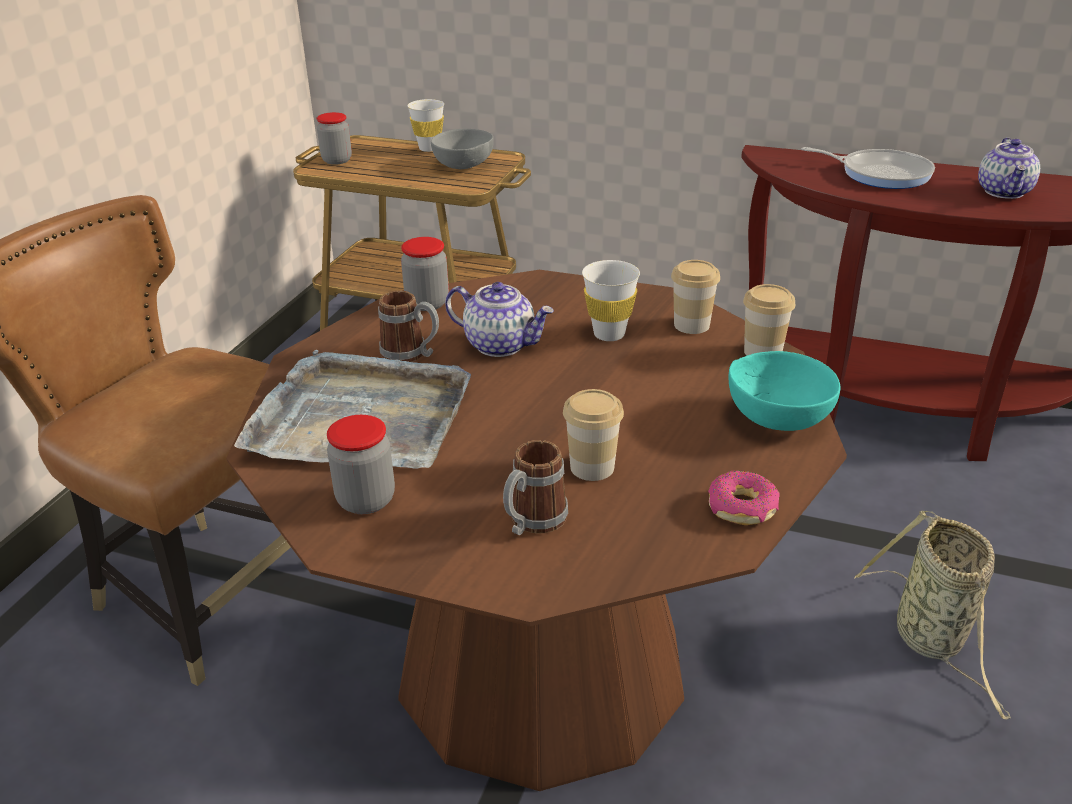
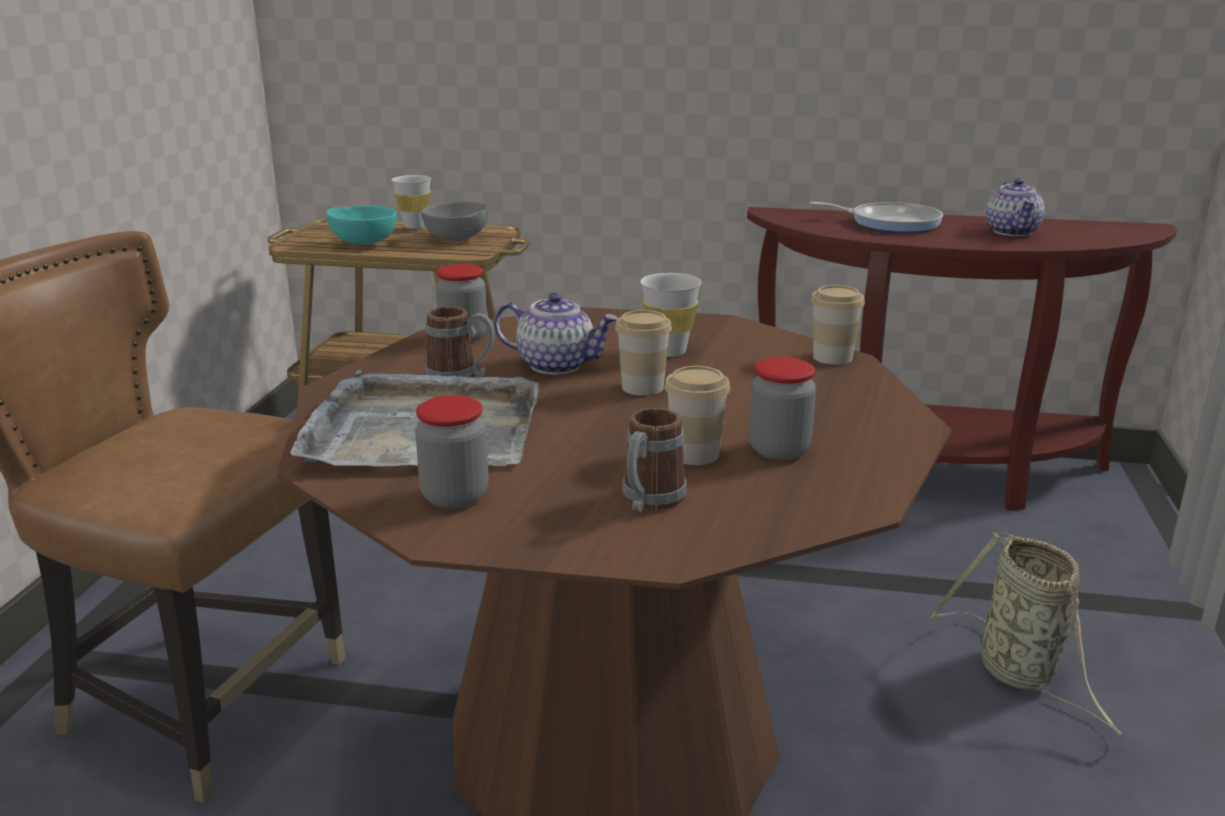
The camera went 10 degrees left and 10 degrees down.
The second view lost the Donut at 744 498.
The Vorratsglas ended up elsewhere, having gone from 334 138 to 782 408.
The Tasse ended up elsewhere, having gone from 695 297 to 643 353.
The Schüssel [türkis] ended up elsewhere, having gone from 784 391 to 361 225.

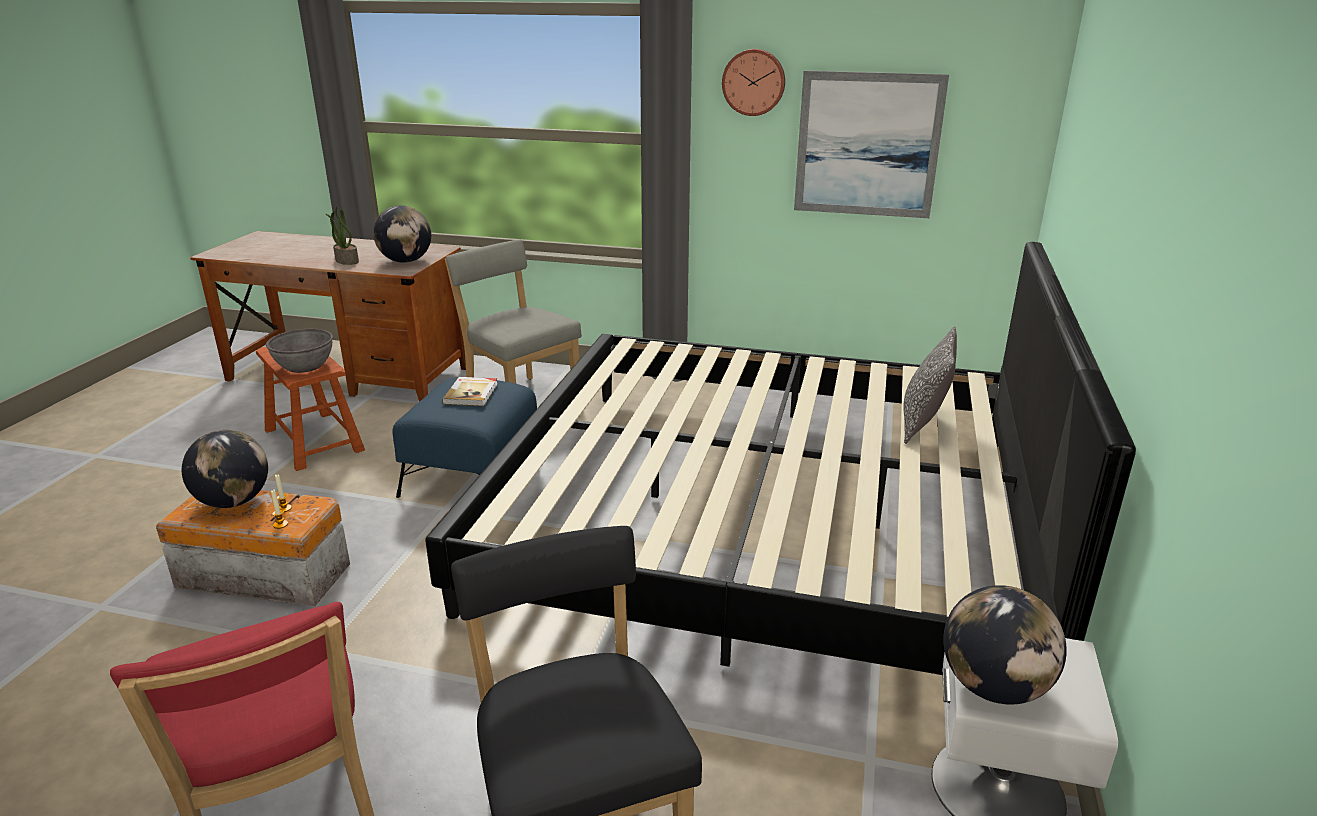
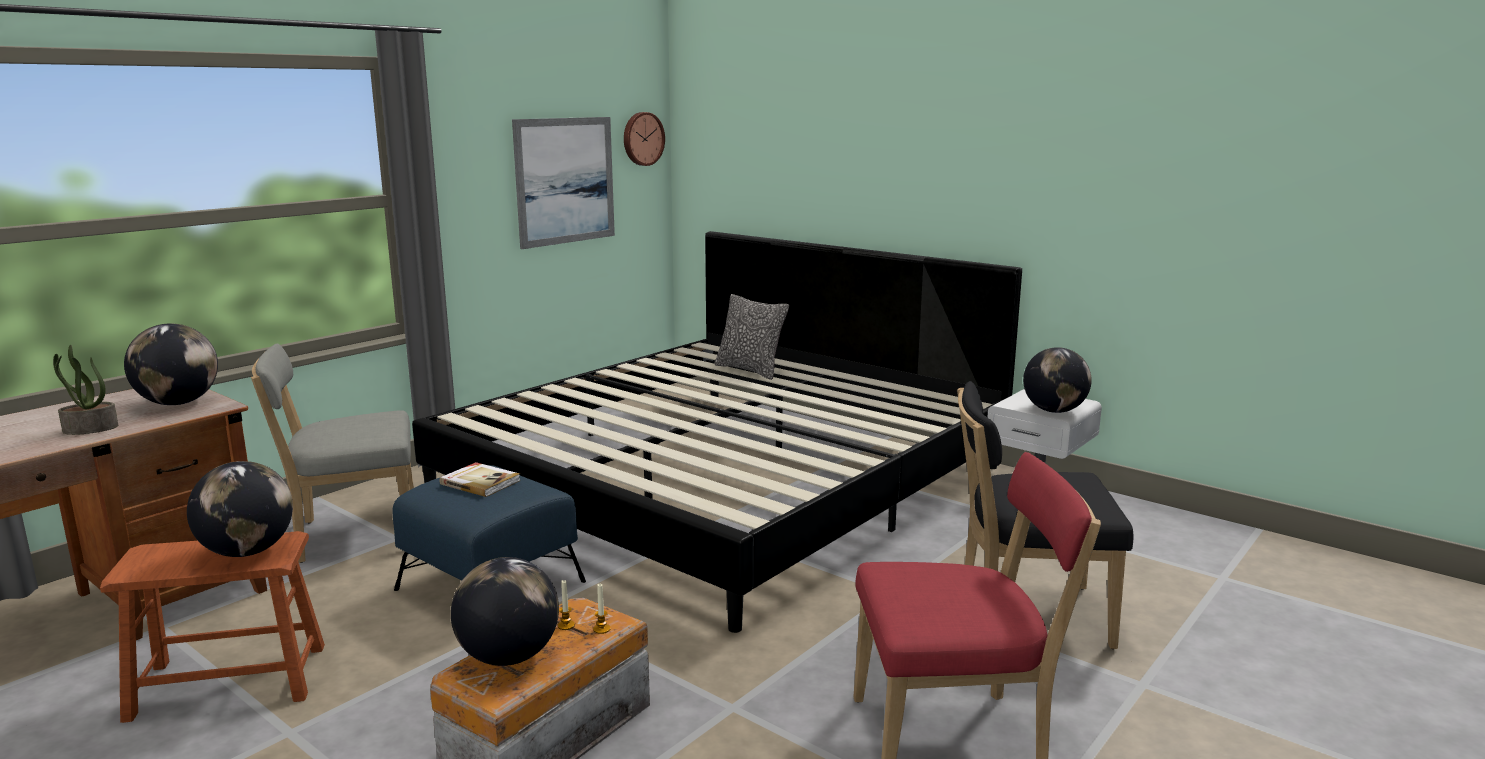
The camera went 65 degrees left and 10 degrees down.
The Wanduhr ended up elsewhere, having gone from 753 82 to 644 139.
Where the Schüssel [grau] stood at 299 351, the Globus came to stand at 240 509.

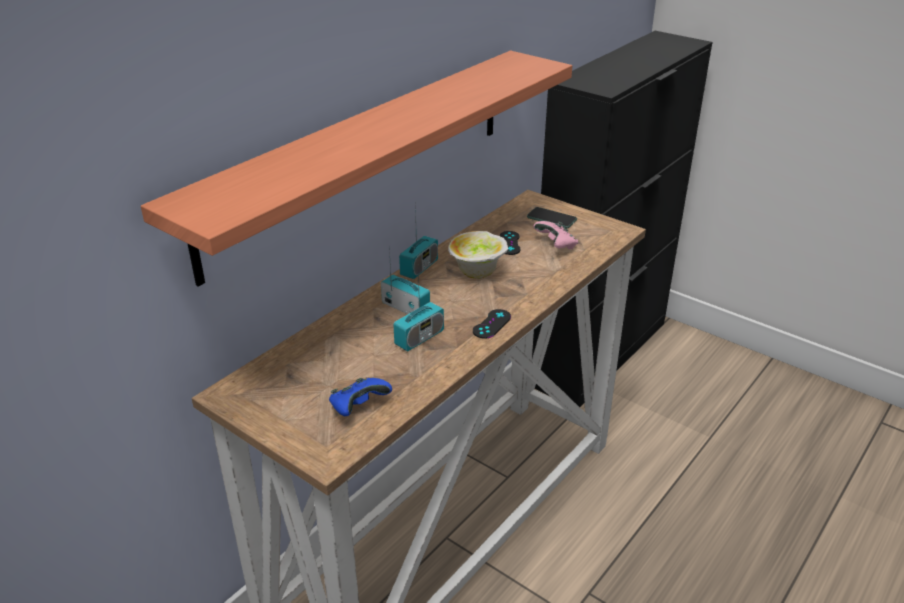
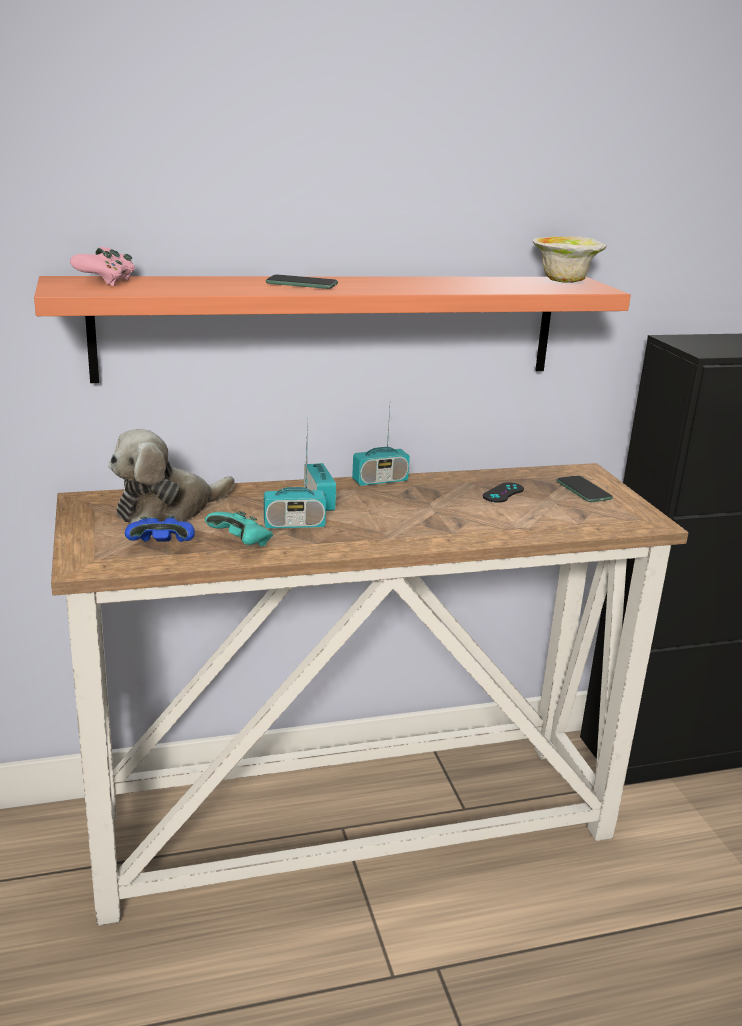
The camera went 35 degrees right and 10 degrees down.
The second view lost the Gamepad [schwarz] at 492 324.
The second view gained the Plüschtier at 171 476.
The second view gained the Gamepad [türkis] at 239 529.
The second view gained the Handy at 302 282.
The Schüssel ended up elsewhere, having gone from 478 255 to 570 260.
The Gamepad [rosa] ended up elsewhere, having gone from 556 235 to 102 266.

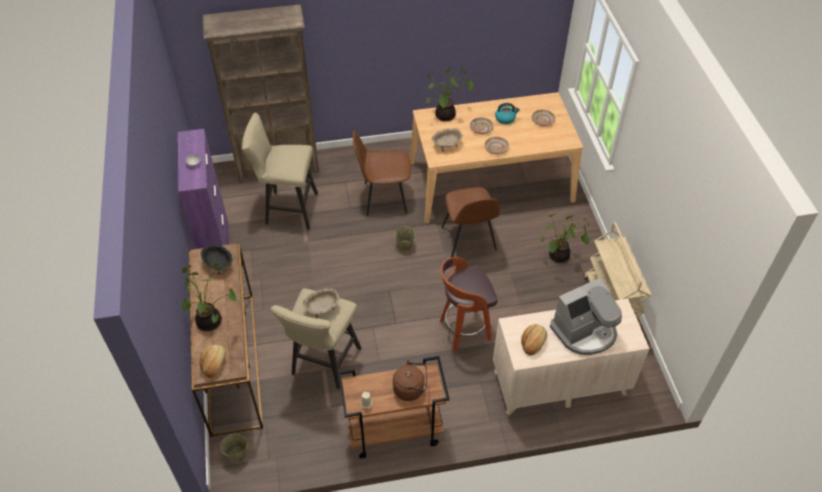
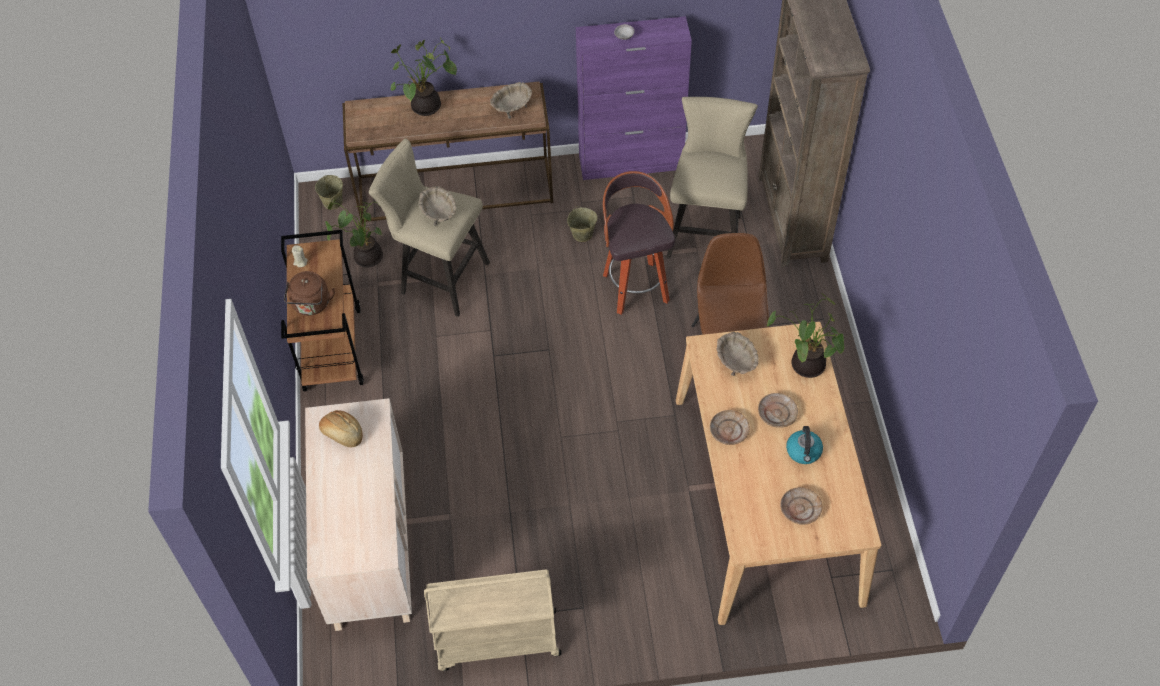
The camera went 95 degrees right and 5 degrees up.
The second view lost the Brot at 213 361.
The second view lost the Stuhl [braun] at 470 222.
The second view lost the Kaffeemaschine at 586 316.
The Eimer [beige] ended up elsewhere, having gone from 405 238 to 582 224.
The Hocker ended up elsewhere, having gone from 469 304 to 639 243.
The Topfpflanze ended up elsewhere, having gone from 565 238 to 354 232.
What was the Schüssel [schwarz] at 217 259 turned into the Schüssel [beige] at 511 100.

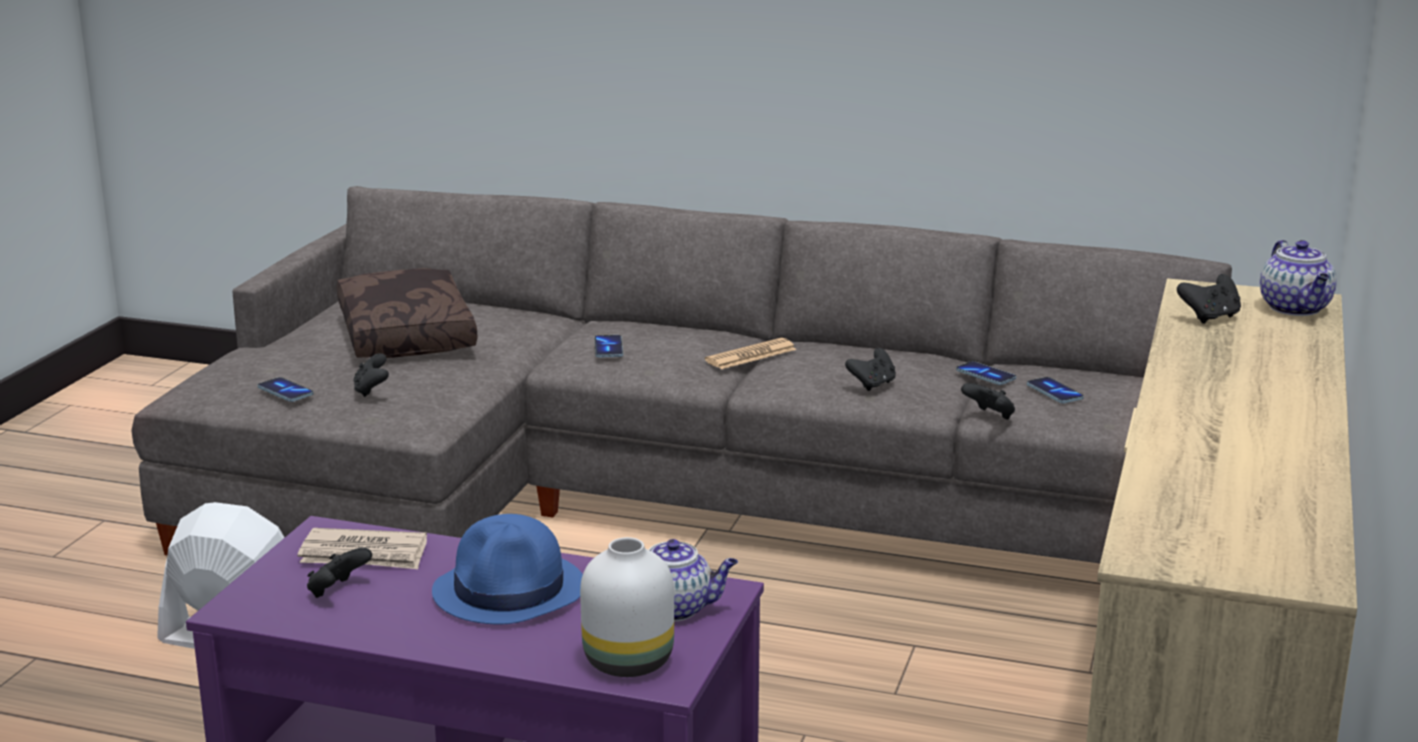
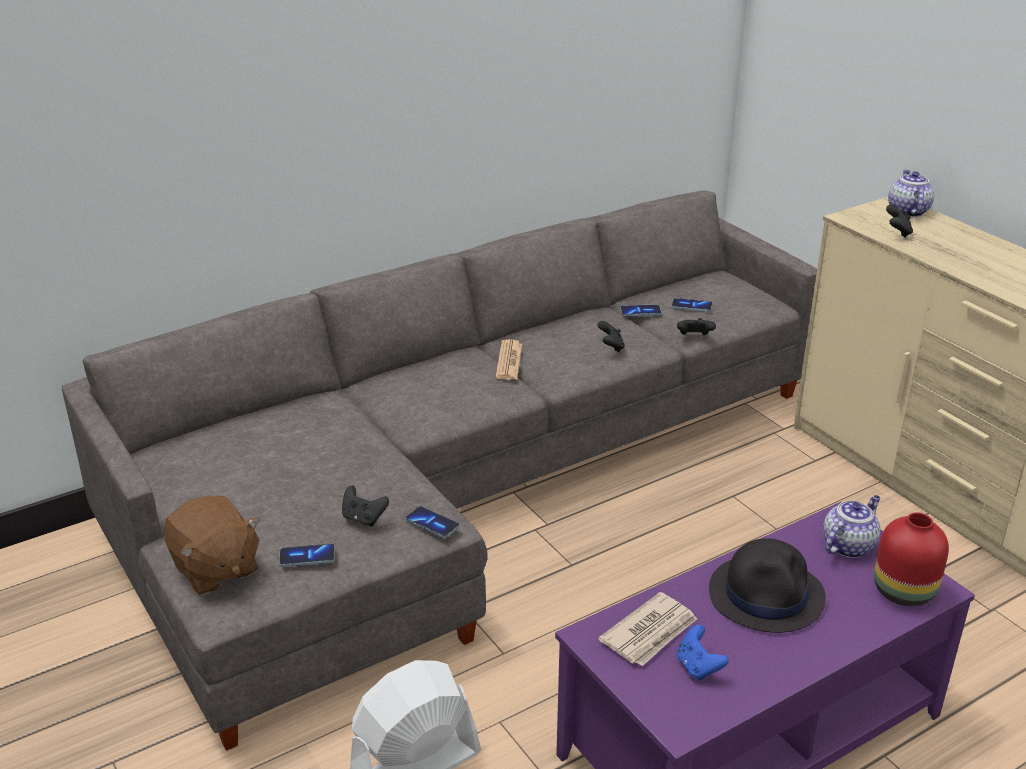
The camera went 50 degrees left and 10 degrees up.
The second view lost the Kissen [braun] at 407 313.
The second view gained the Plüschtier [braun] at 212 545.
The Handy ended up elsewhere, having gone from 609 346 to 432 522.
What was the Gamepad [schwarz] at 339 572 turned into the Gamepad [blau] at 703 653.
What was the Hut [blau] at 507 569 turned into the Hut [schwarz] at 767 585.
What was the Vase [weiß] at 627 607 turned into the Vase [rot] at 911 559.
The Teekanne at 1298 278 ended up facing another way, 120 degrees counterclockwise from before.

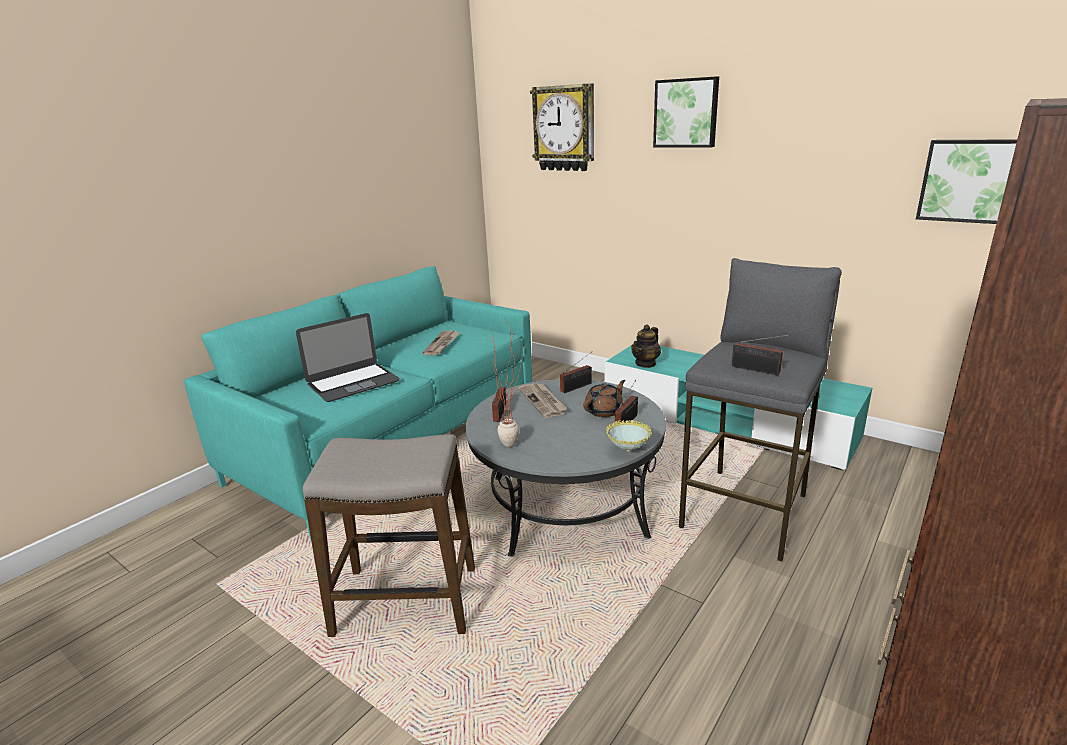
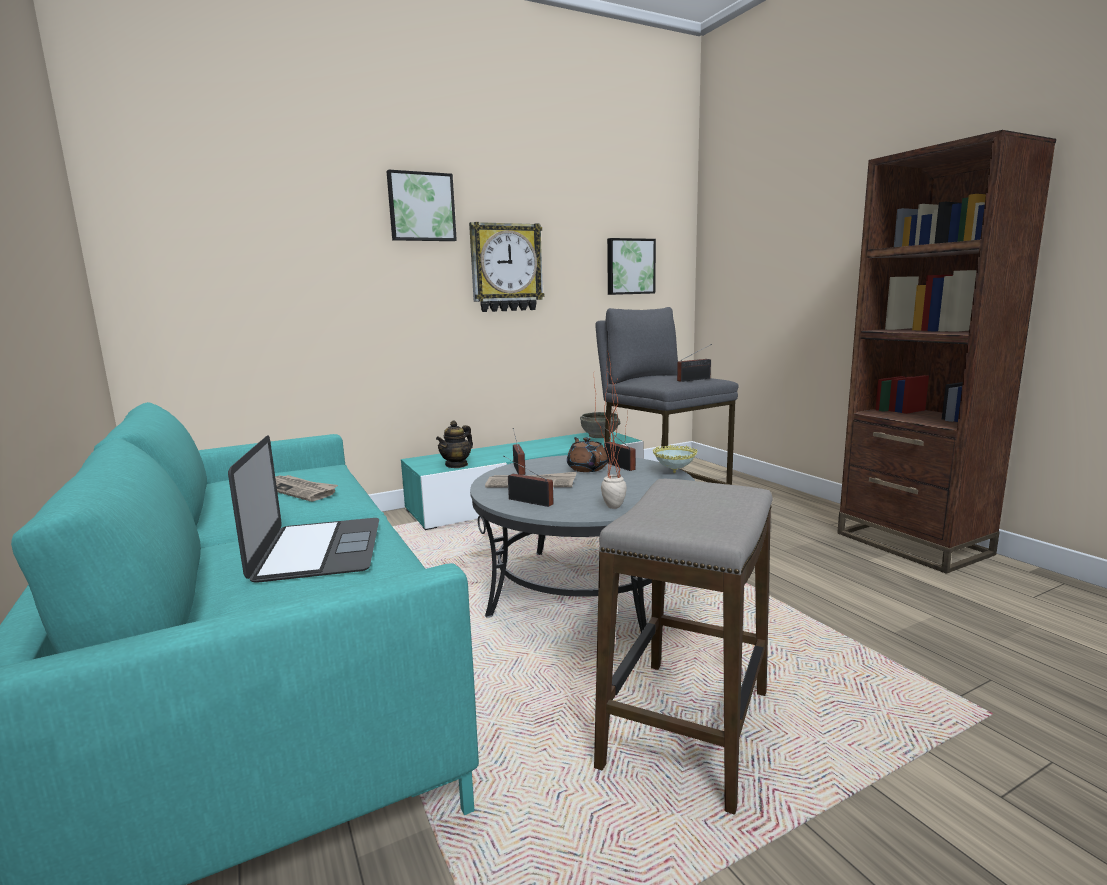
The camera went 65 degrees left and 10 degrees down.
The second view gained the Schüssel [grau] at 600 425.
The Wanduhr ended up elsewhere, having gone from 562 127 to 506 267.
The Teekanne at 646 346 ended up facing another way, 60 degrees clockwise from before.

